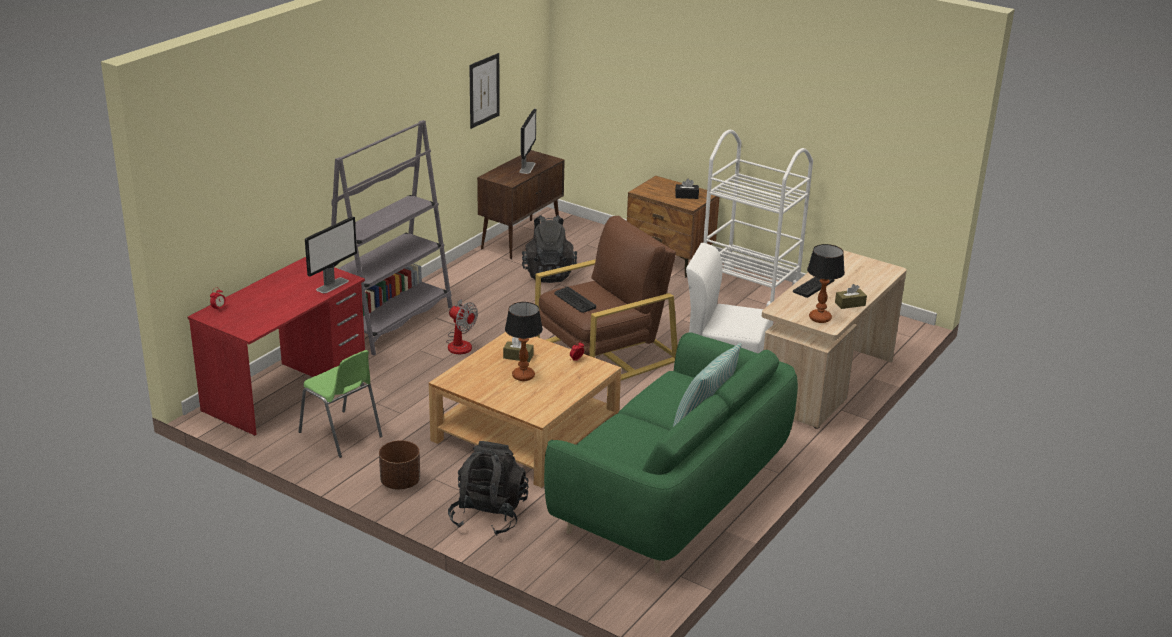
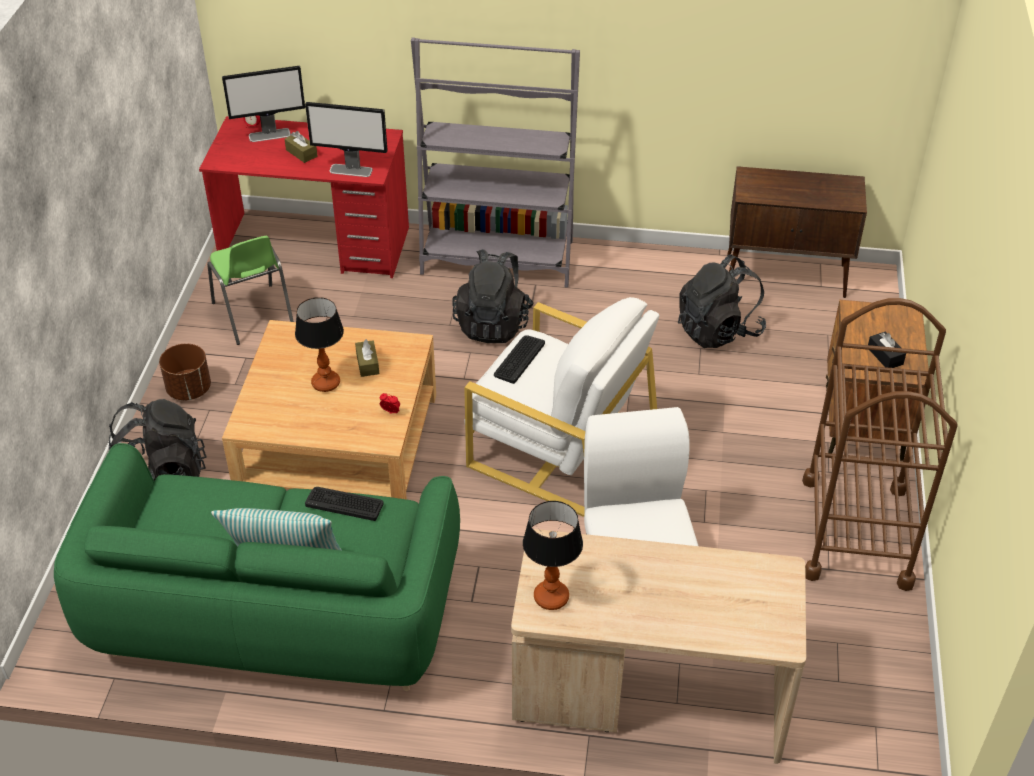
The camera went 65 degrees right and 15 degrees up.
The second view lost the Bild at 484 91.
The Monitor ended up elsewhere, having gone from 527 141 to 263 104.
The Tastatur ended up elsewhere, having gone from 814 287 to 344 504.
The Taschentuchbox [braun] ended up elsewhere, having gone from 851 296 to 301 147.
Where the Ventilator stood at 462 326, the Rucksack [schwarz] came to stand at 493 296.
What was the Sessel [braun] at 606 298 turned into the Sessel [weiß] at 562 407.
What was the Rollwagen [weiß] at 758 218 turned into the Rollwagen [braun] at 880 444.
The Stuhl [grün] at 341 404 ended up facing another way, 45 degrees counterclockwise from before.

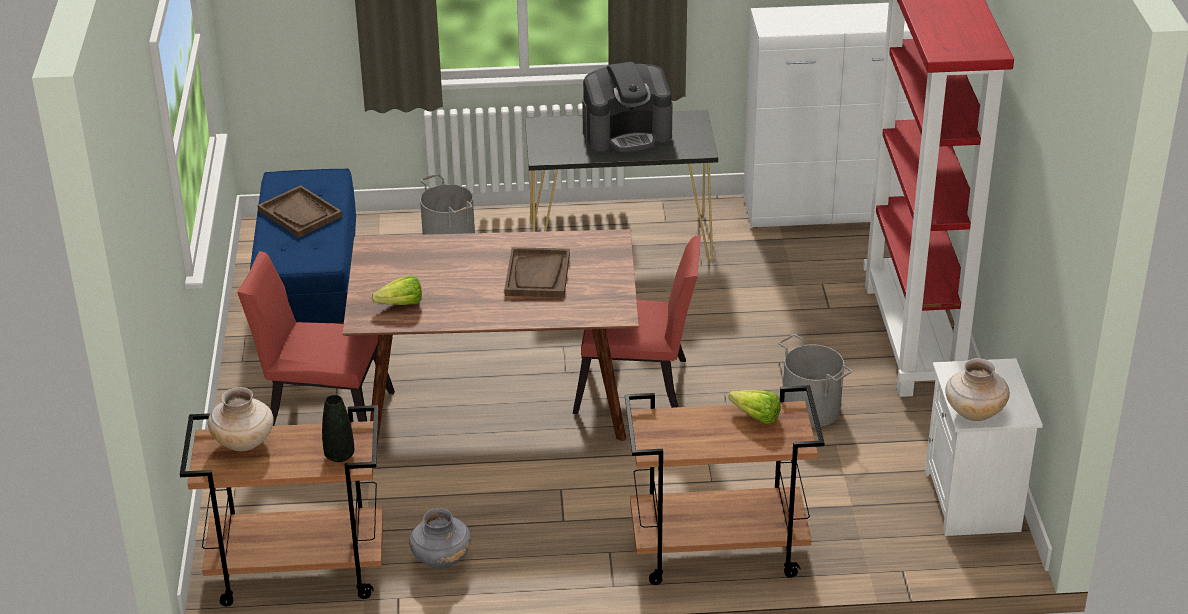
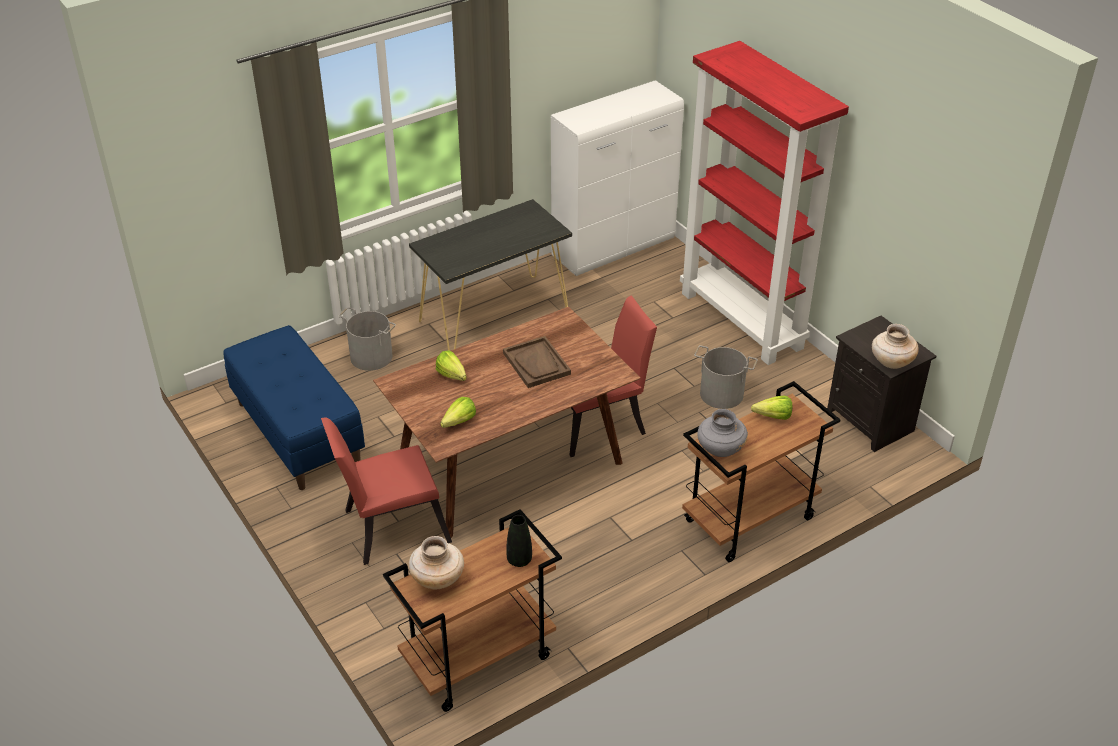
The camera went 30 degrees left and 5 degrees up.
The second view lost the Tablett [braun] at 299 211.
The second view lost the Kaffeemaschine at 627 107.
The second view gained the Salatkopf at 451 365.
The Vase [grau] ended up elsewhere, having gone from 440 538 to 722 433.
What was the Nachttisch [weiß] at 984 447 turned into the Nachttisch [schwarz] at 882 384.

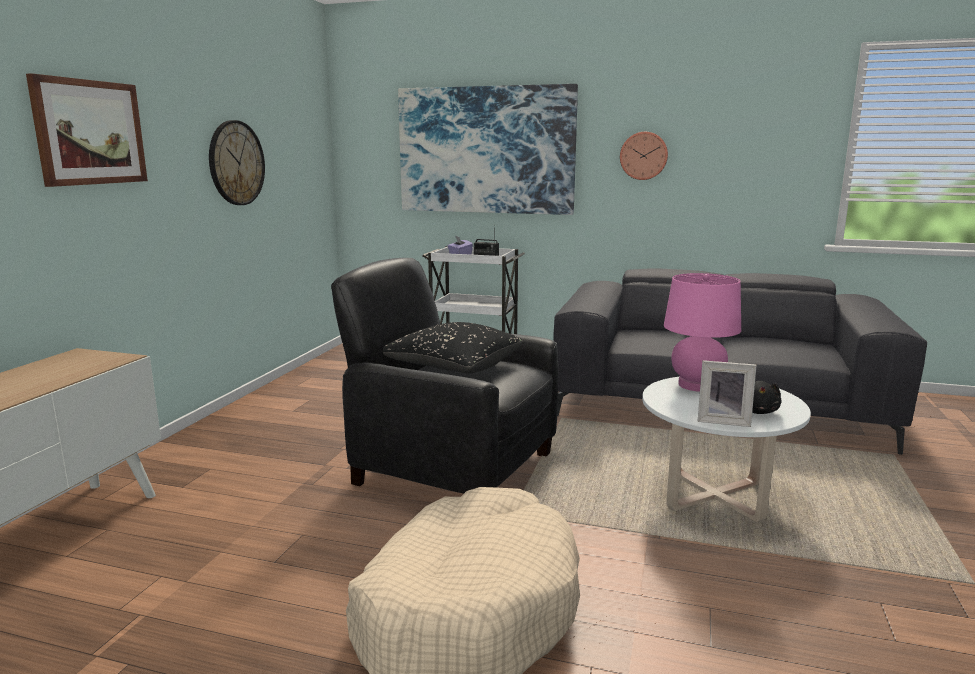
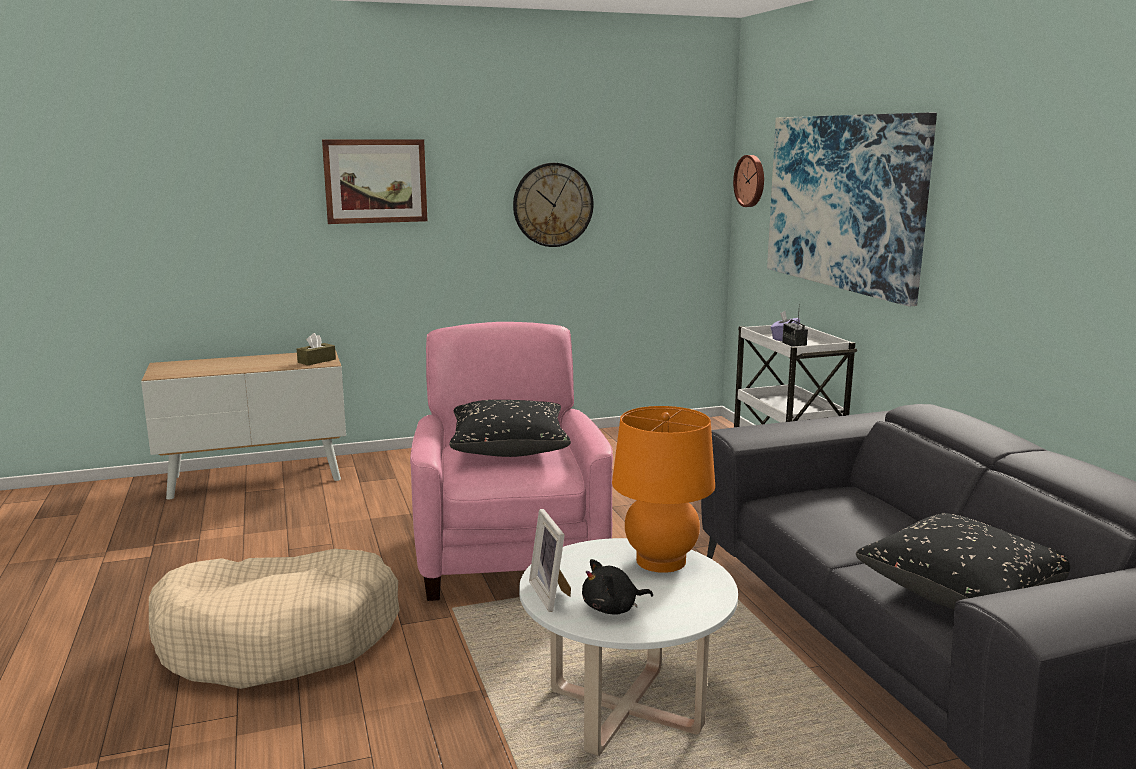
The camera went 55 degrees right and 0 degrees up.
The second view gained the Taschentuchbox [braun] at 316 349.
The second view gained the Kissen [schwarz] at 963 561.
The Wanduhr ended up elsewhere, having gone from 644 156 to 748 181.
What was the Sessel [schwarz] at 444 376 turned into the Sessel [rosa] at 511 461.
What was the Tischlampe [rosa] at 702 332 turned into the Tischlampe [orange] at 663 489.

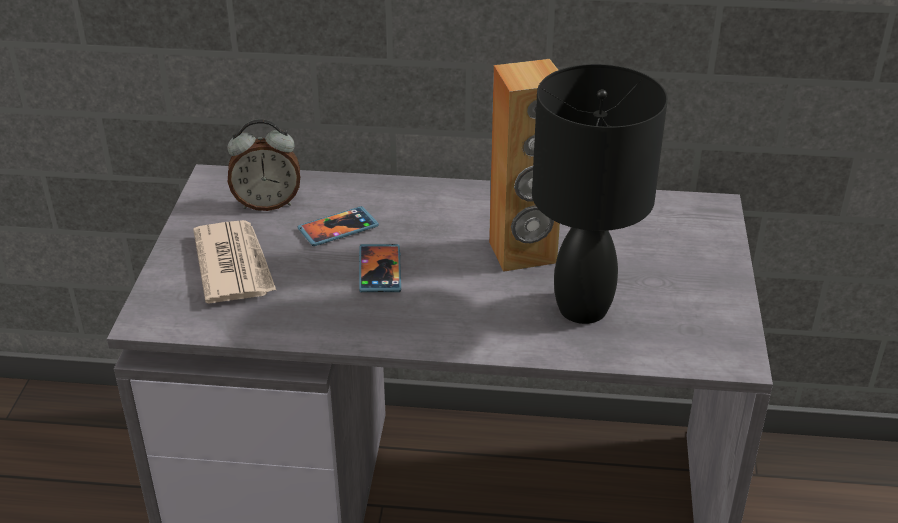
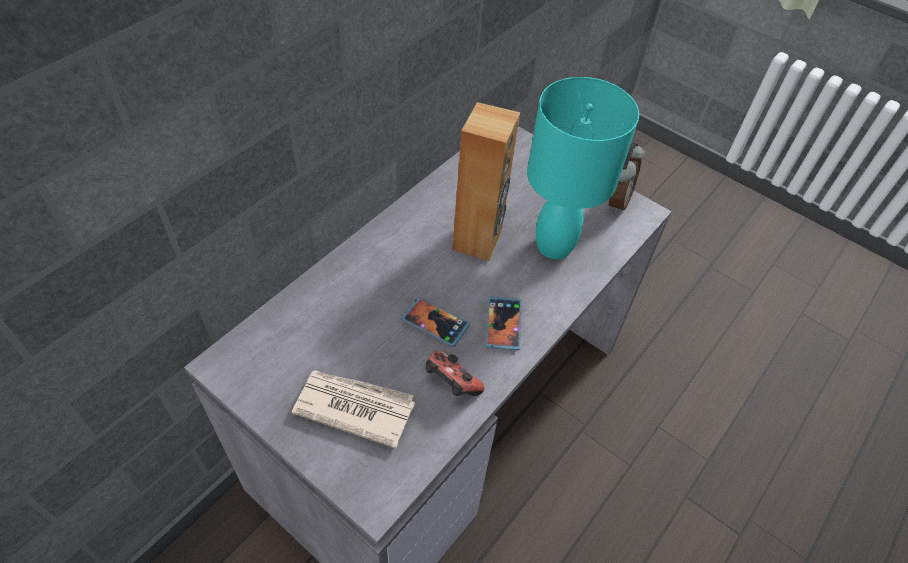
The camera went 60 degrees left and 15 degrees up.
The second view gained the Gamepad at 455 373.
The Wecker ended up elsewhere, having gone from 263 165 to 627 178.
The Handy ended up elsewhere, having gone from 338 226 to 503 323.
What was the Tischlampe [schwarz] at 600 194 turned into the Tischlampe [türkis] at 583 168.

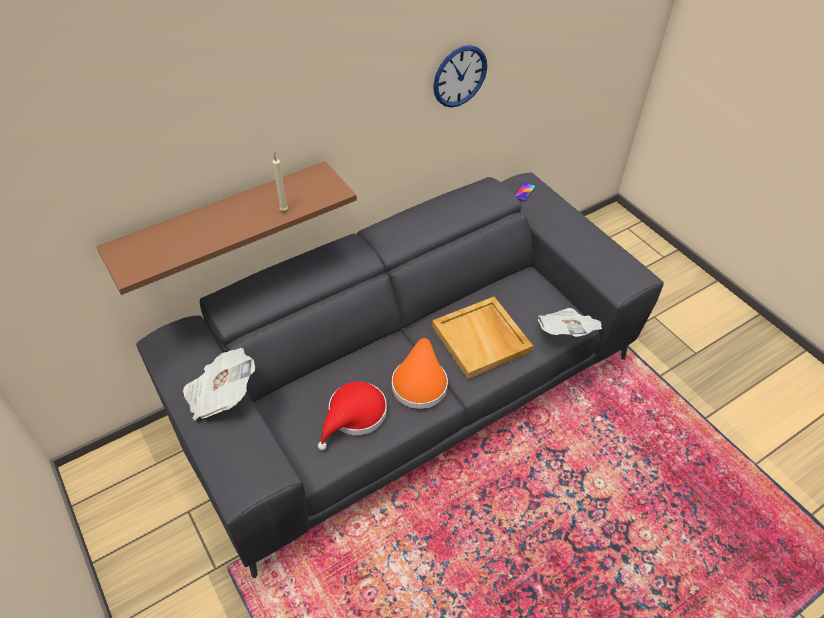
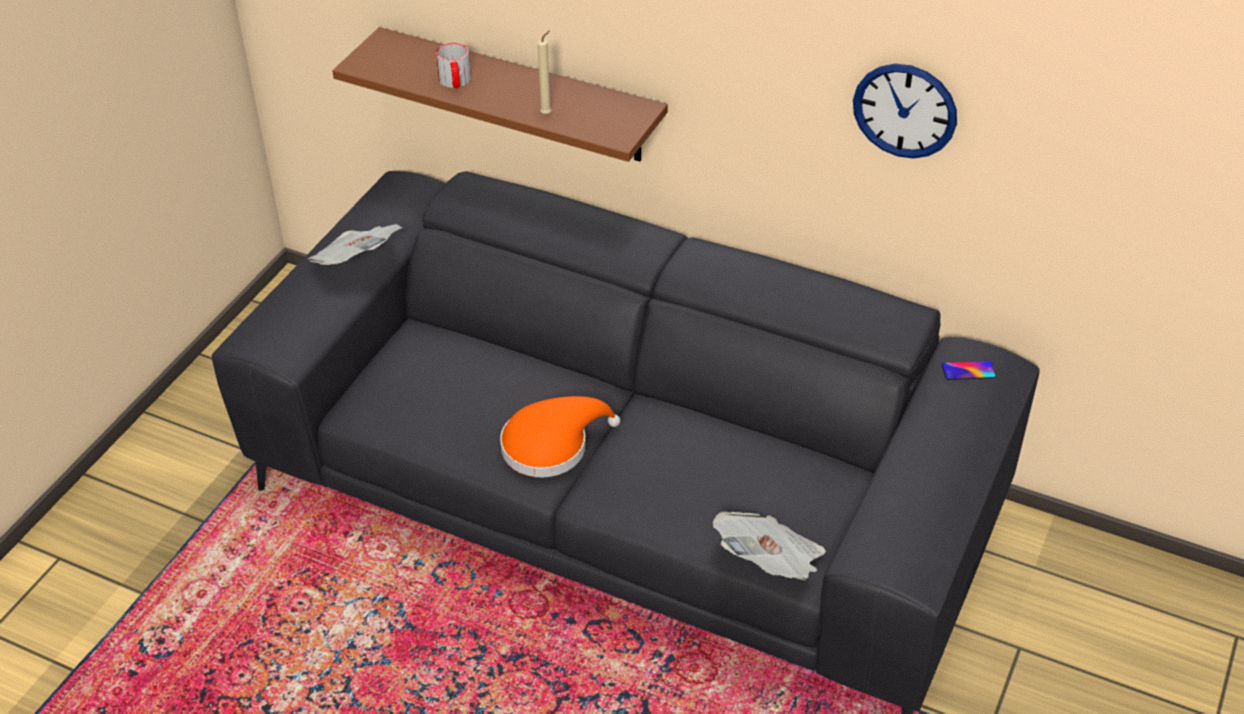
The camera went 60 degrees right and 5 degrees down.
The second view lost the Hut [rot] at 352 415.
The second view lost the Tablett [beige] at 482 338.
The second view gained the Henkelbecher at 453 65.

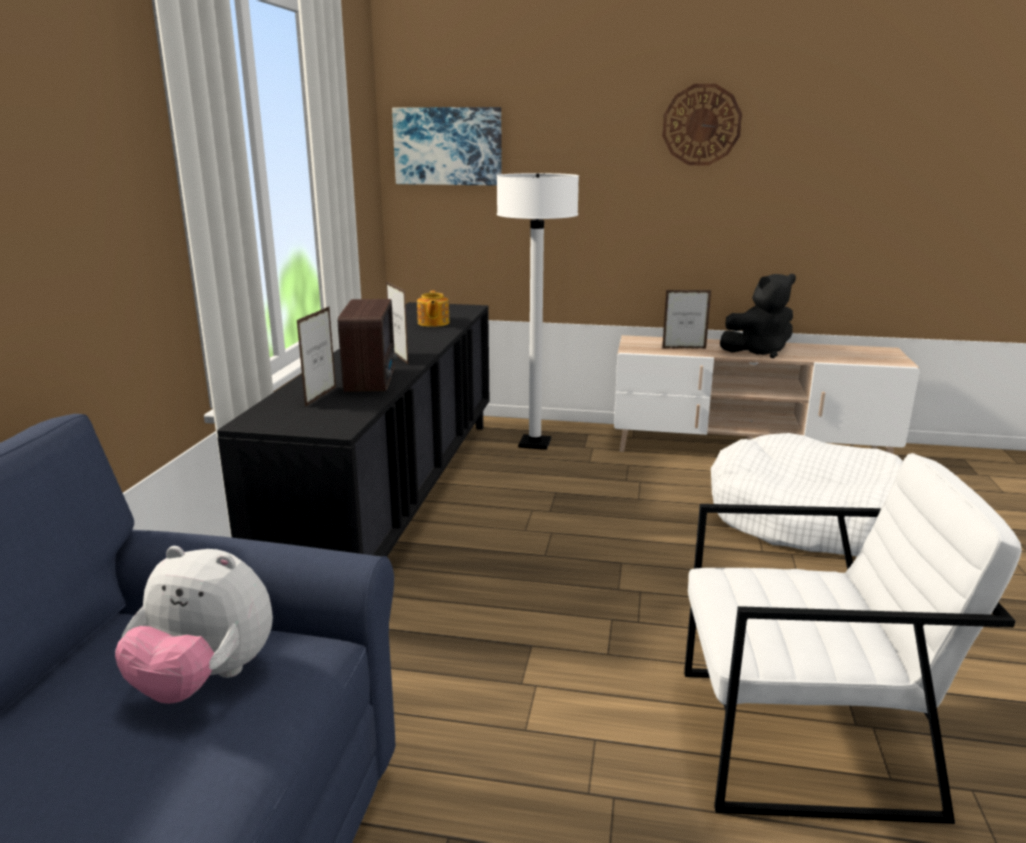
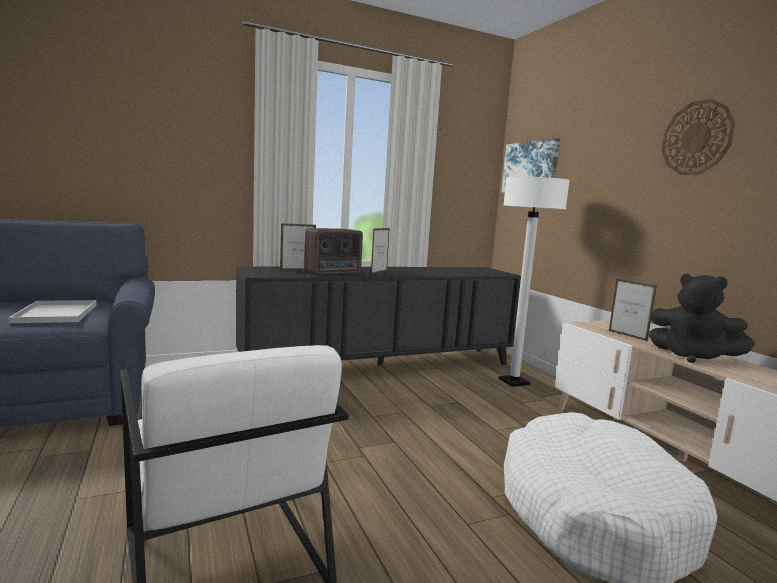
The camera went 55 degrees right and 10 degrees down.
The second view lost the Teekanne at 433 309.
Where the Plüschtier stood at 194 625, the Tablett [weiß] came to stand at 53 311.

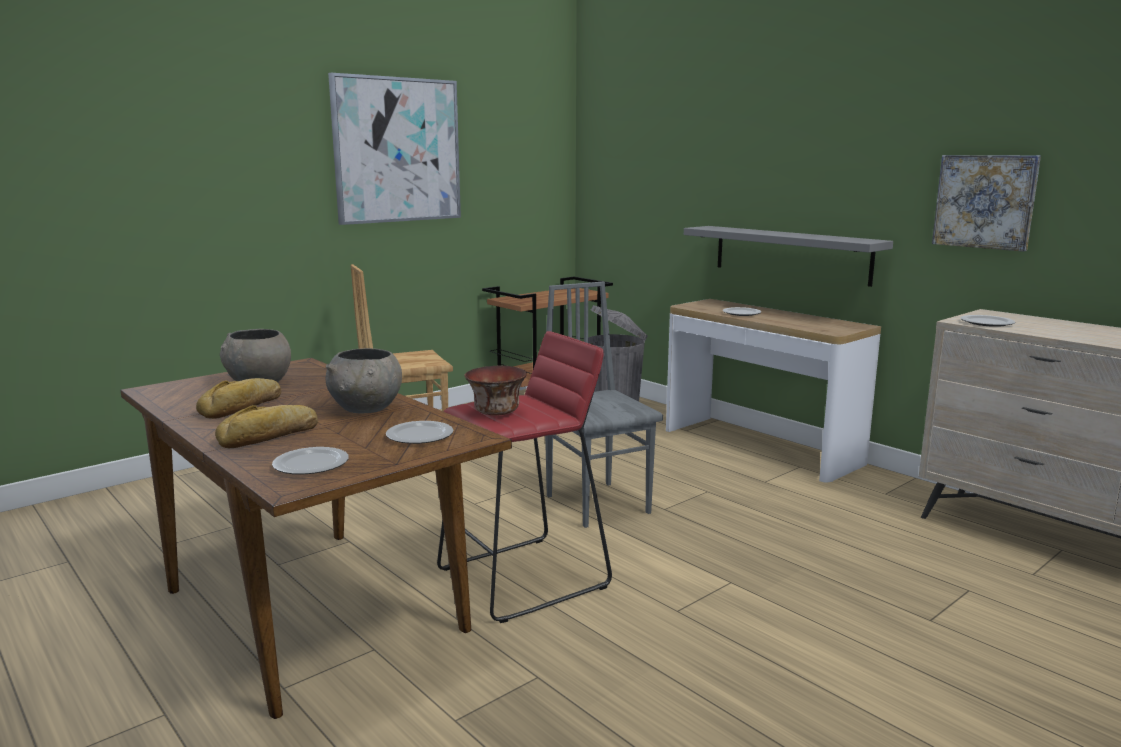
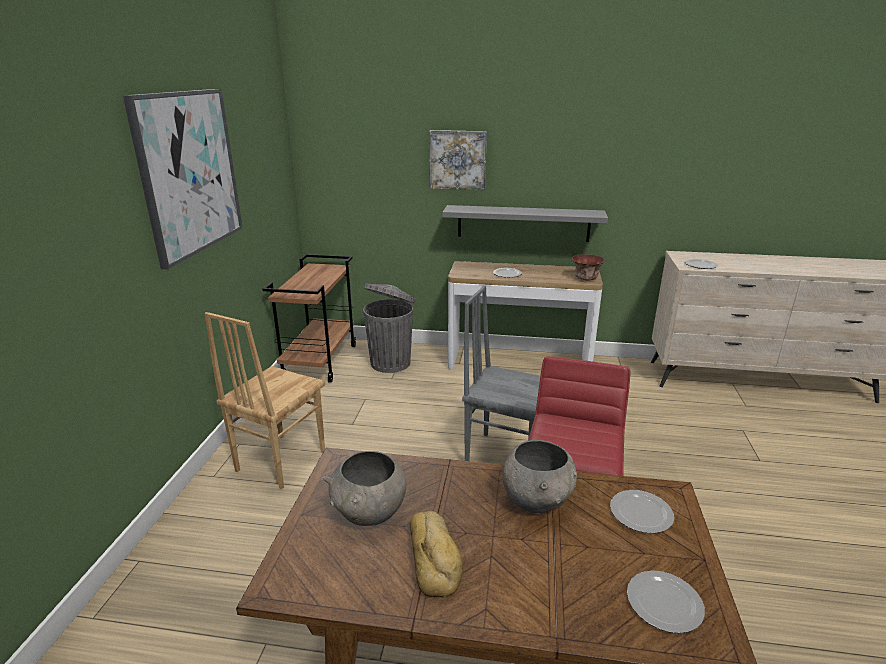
The camera went 40 degrees left and 10 degrees up.
The second view lost the Brot at 266 426.
The Schüssel ended up elsewhere, having gone from 495 391 to 588 267.
The Bild ended up elsewhere, having gone from 986 203 to 458 160.

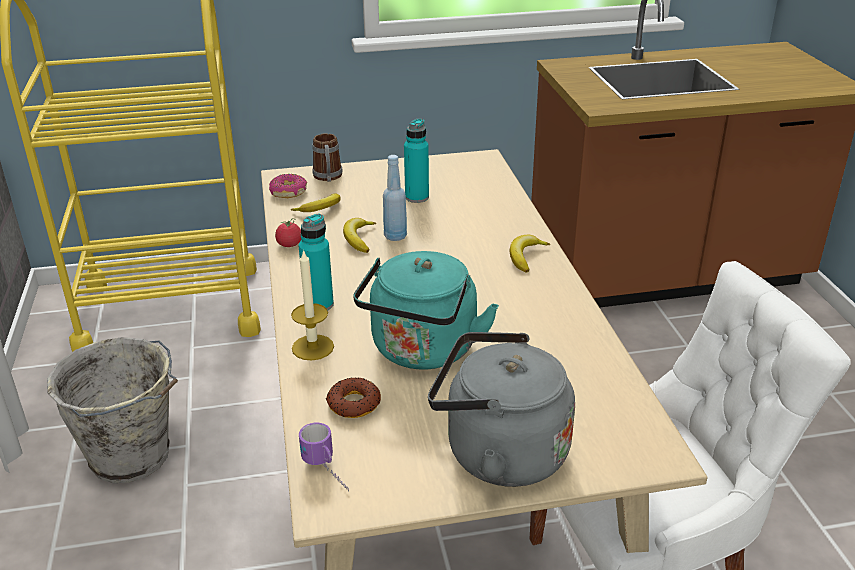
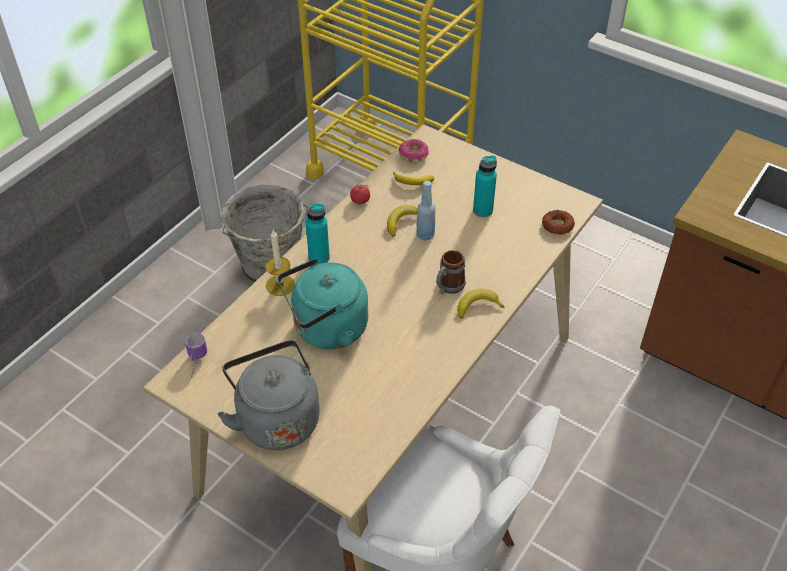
The camera went 45 degrees right and 15 degrees up.
The Henkelbecher ended up elsewhere, having gone from 327 157 to 451 272.
The Donut ended up elsewhere, having gone from 353 397 to 558 222.

